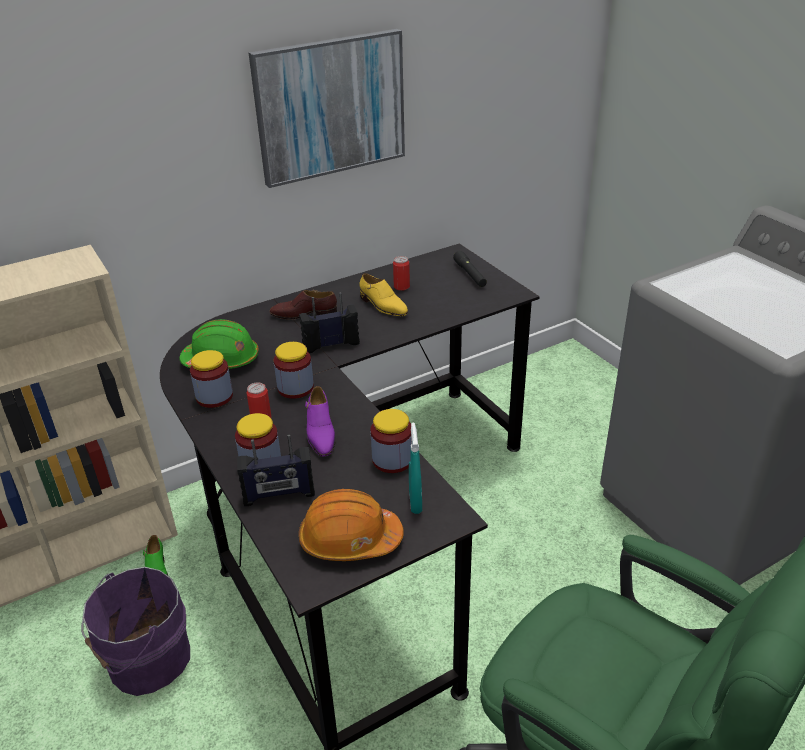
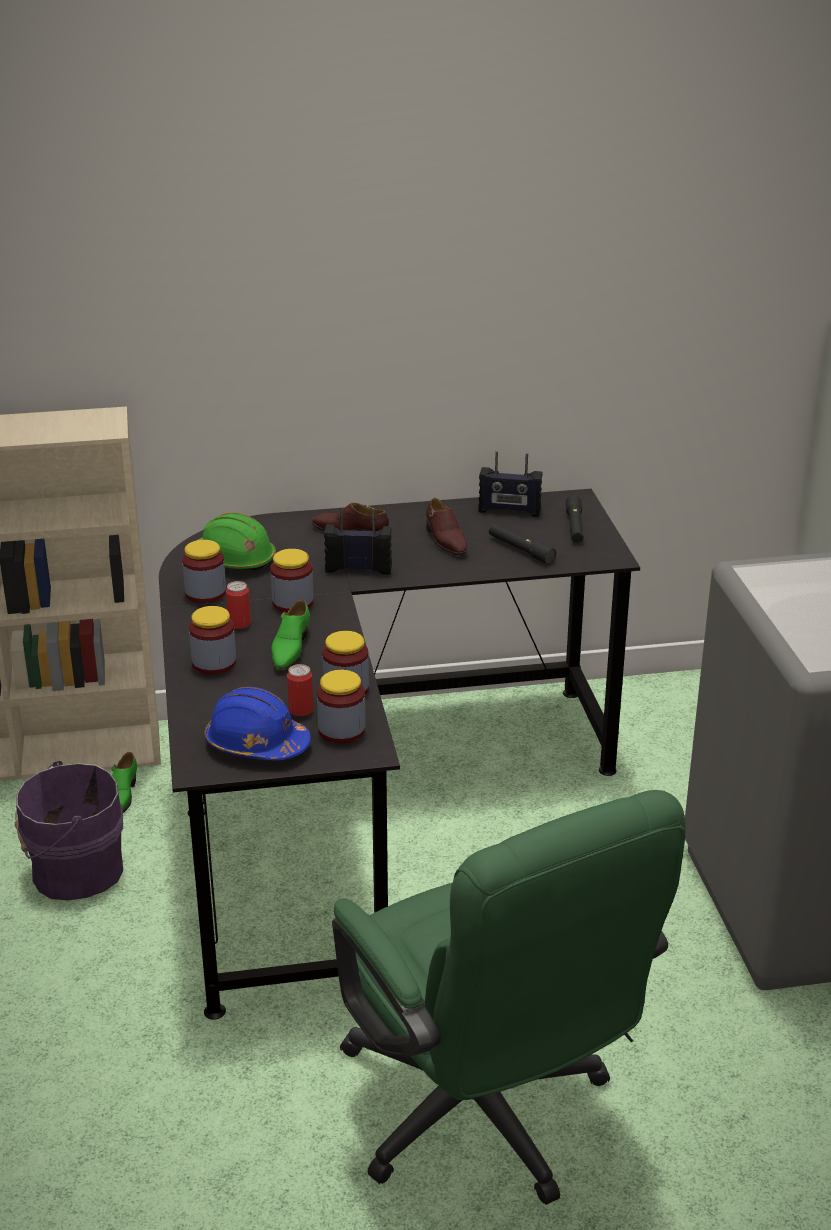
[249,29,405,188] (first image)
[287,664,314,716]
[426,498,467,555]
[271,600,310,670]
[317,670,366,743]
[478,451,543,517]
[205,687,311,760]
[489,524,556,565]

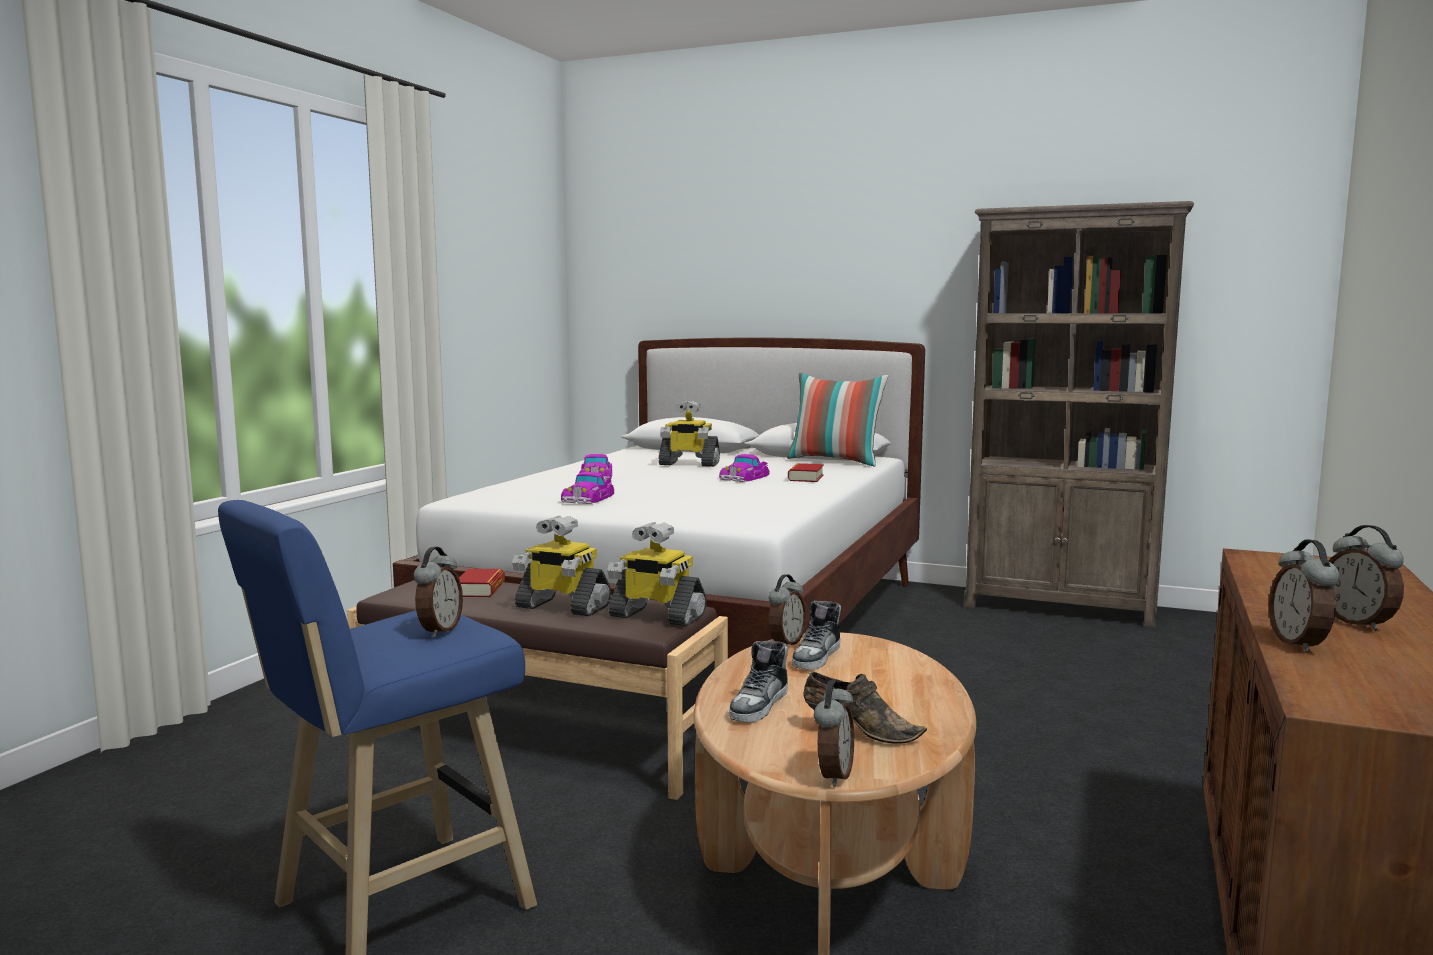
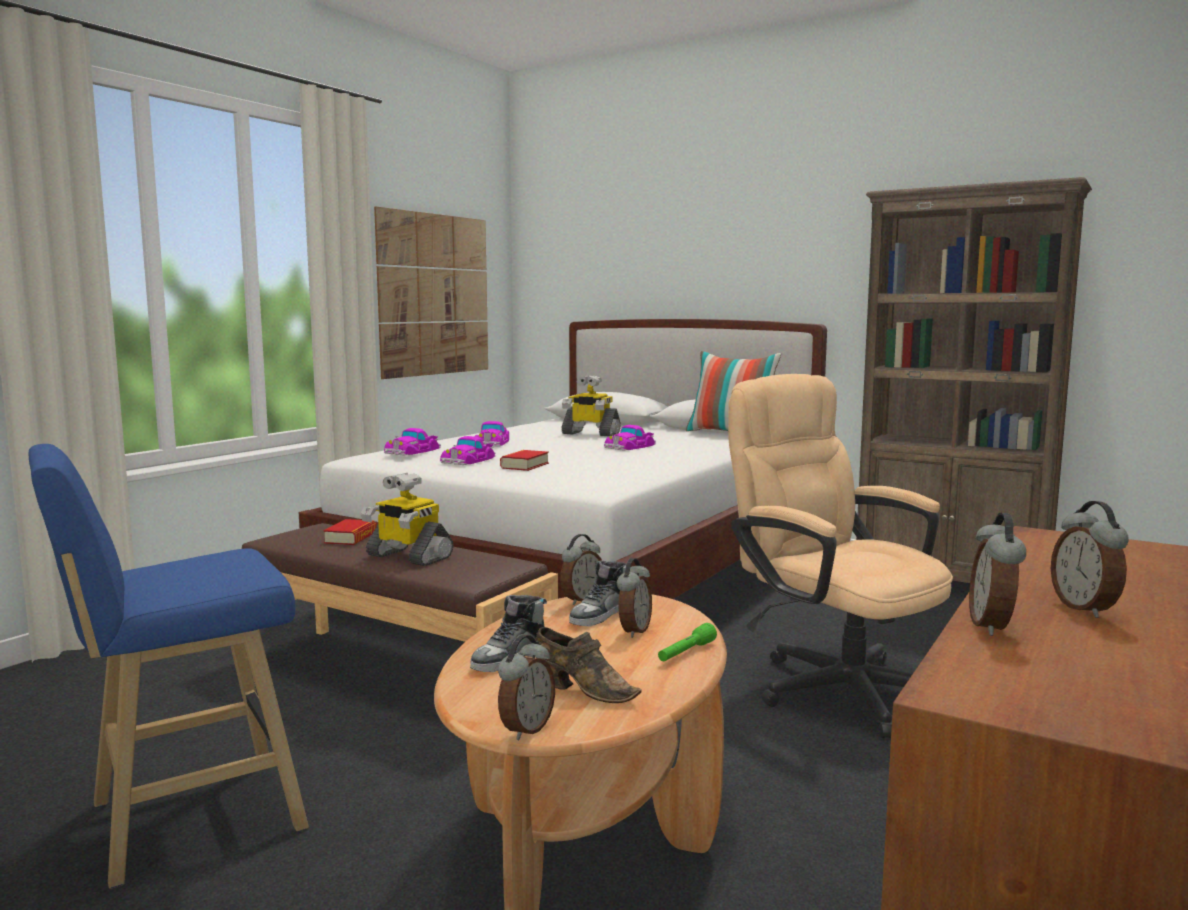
[500,450,549,471]
[607,522,707,626] (first image)
[617,558,652,638]
[374,207,488,379]
[728,374,953,738]
[384,428,441,456]
[658,623,717,661]

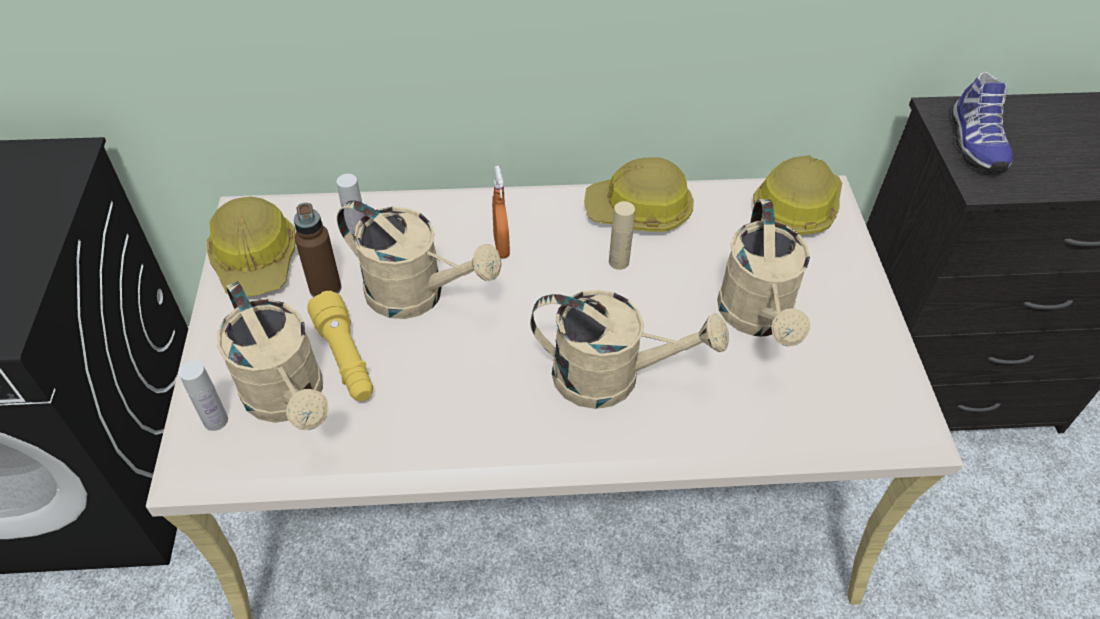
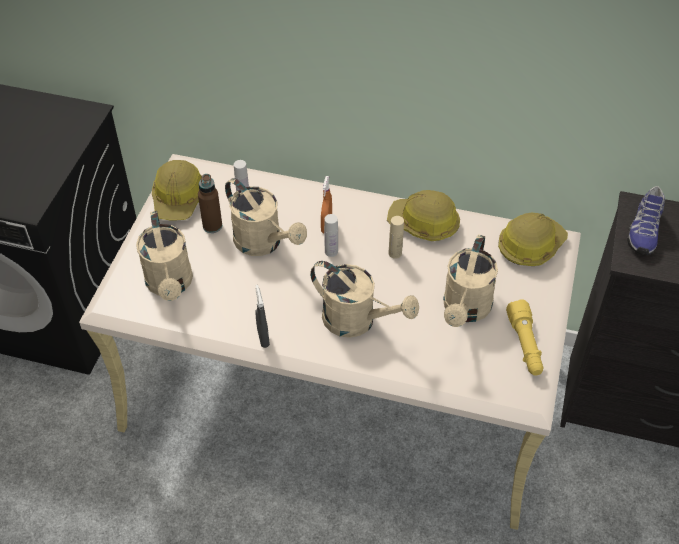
[506,299,543,376]
[324,214,338,257]
[255,285,270,348]

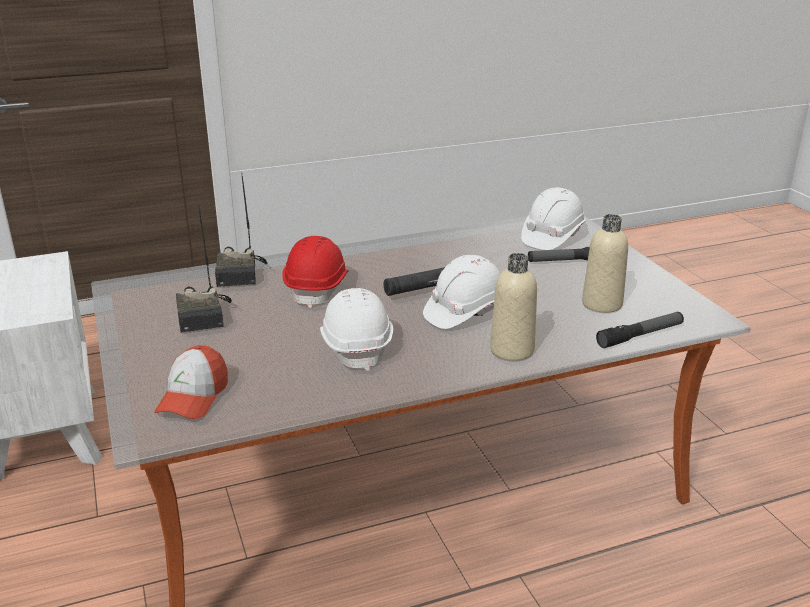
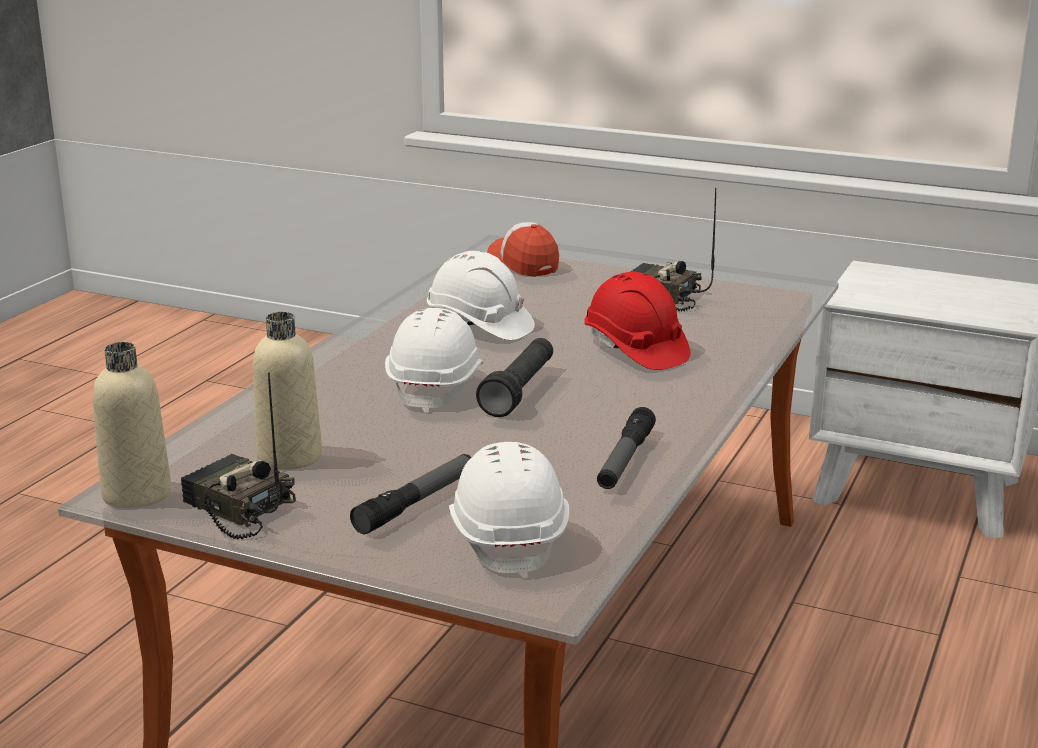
[181,372,296,539]
[93,342,171,509]
[597,407,656,489]

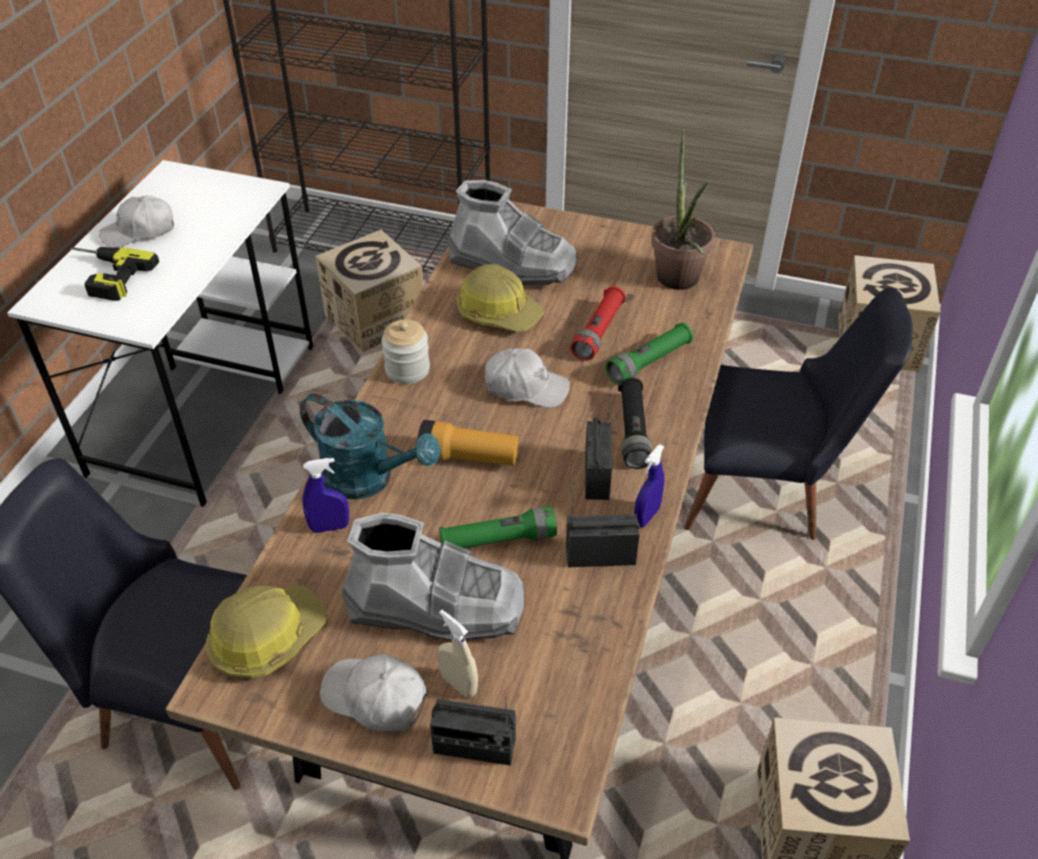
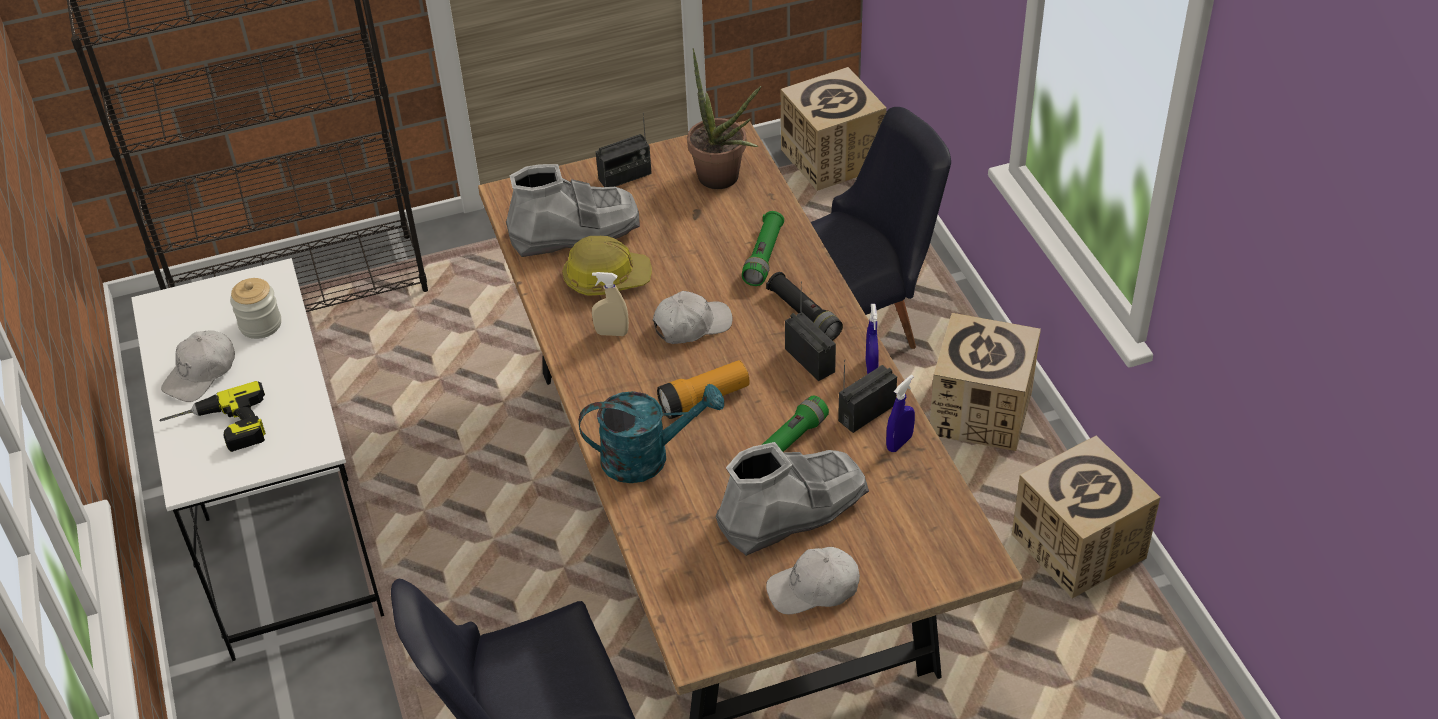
[930,313,1041,451]
[571,286,626,361] (first image)
[230,278,281,339]
[886,375,915,452]
[206,585,328,678] (first image)
[592,272,629,336]
[596,113,652,187]

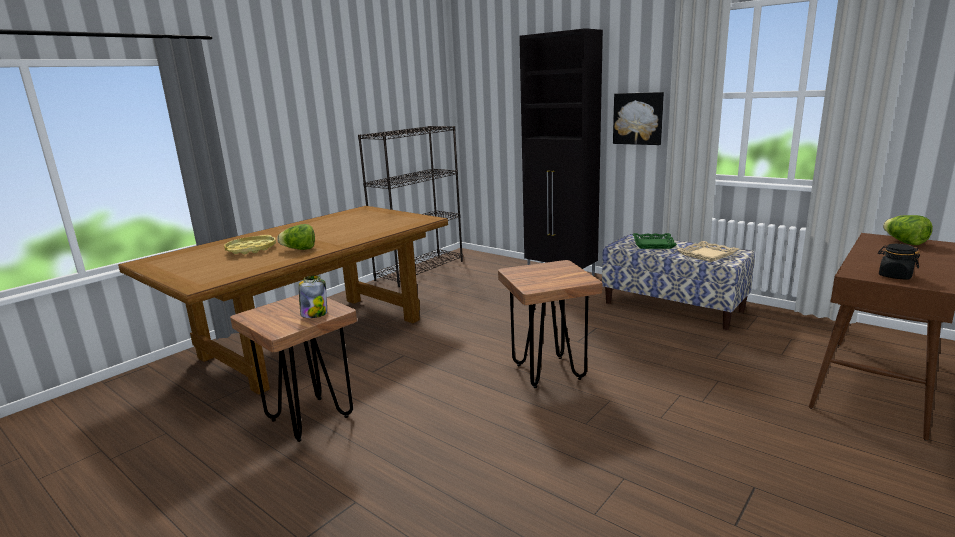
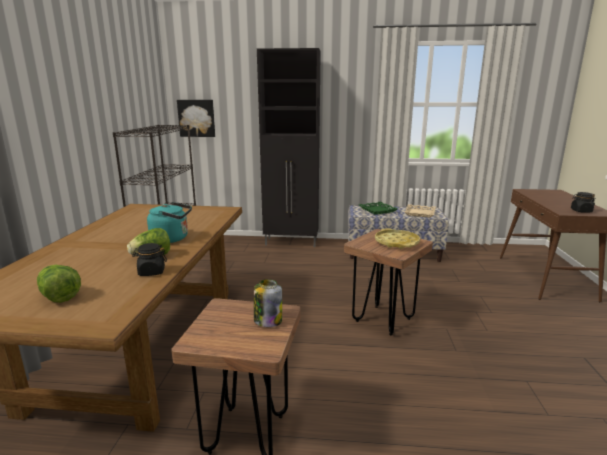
[177,100,215,137]
[37,265,81,303]
[375,228,420,249]
[147,202,192,243]
[132,243,167,276]

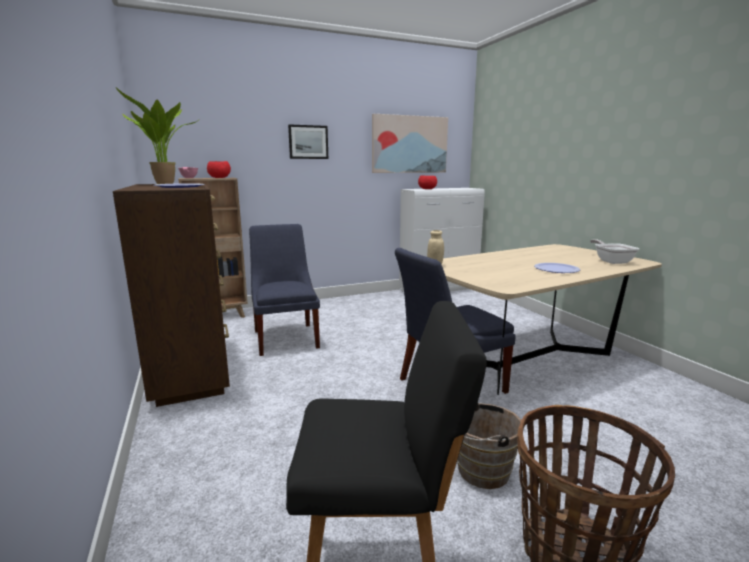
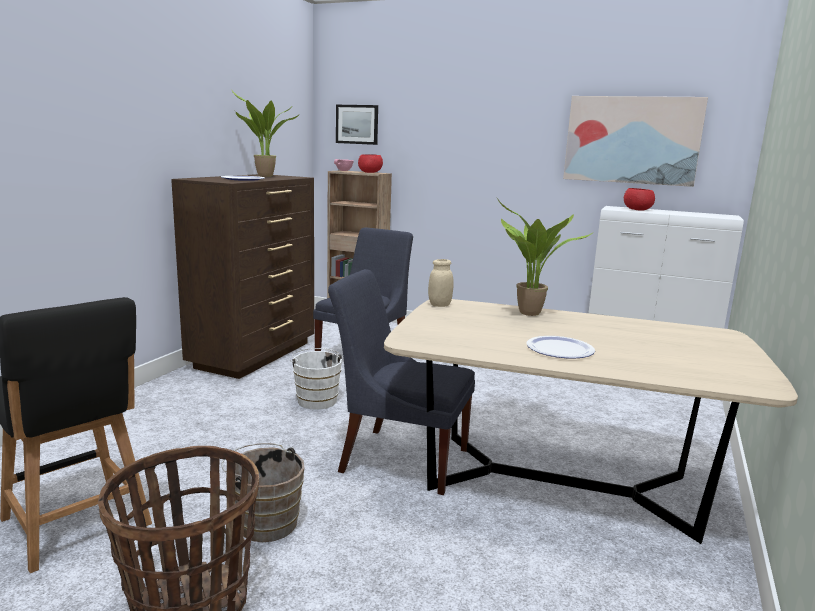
[336,105,378,145]
[590,239,639,264] (first image)
[497,198,592,316]
[290,348,343,410]

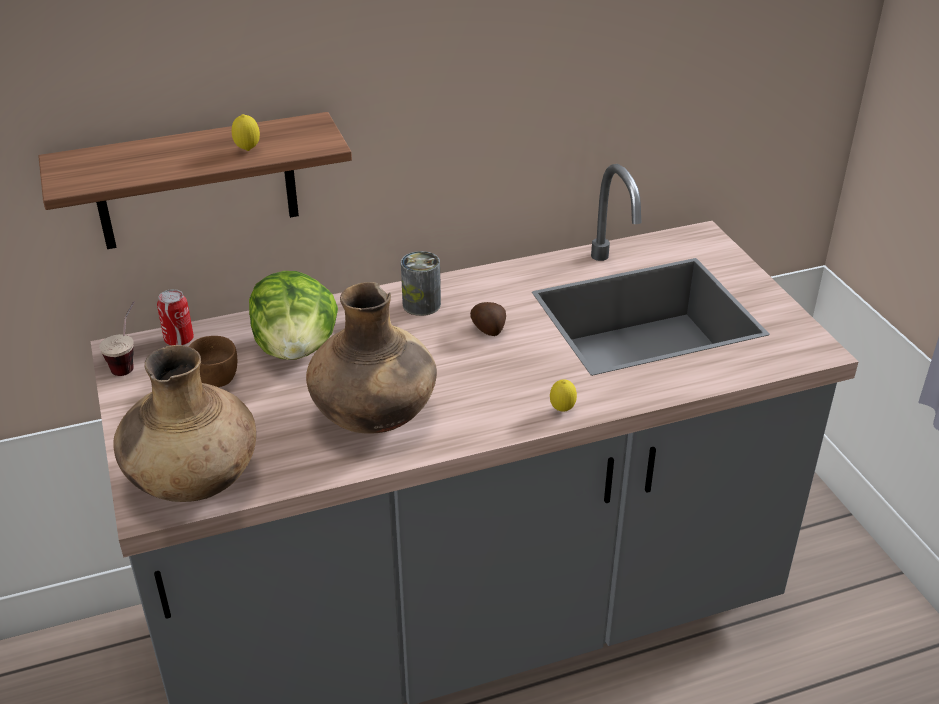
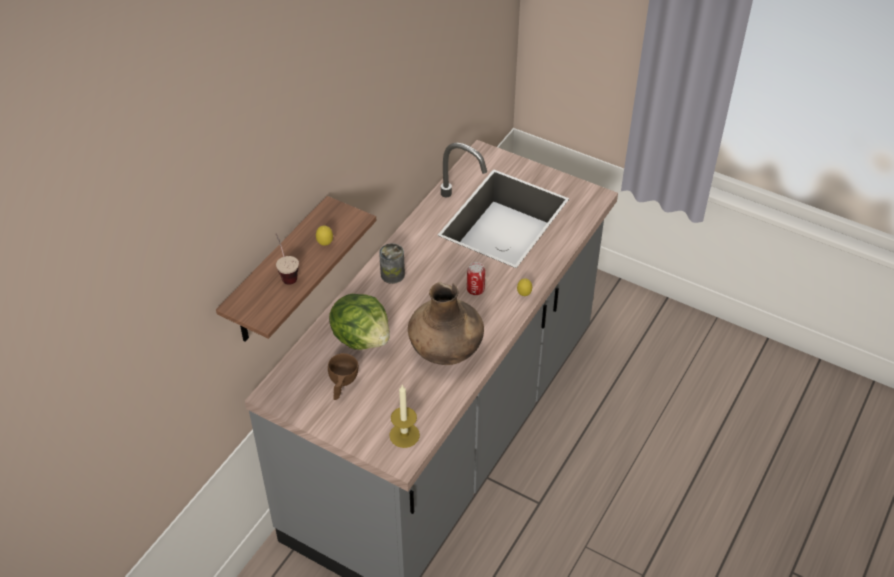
[467,262,485,295]
[276,233,299,285]
[470,302,506,336] (first image)
[389,385,420,448]

